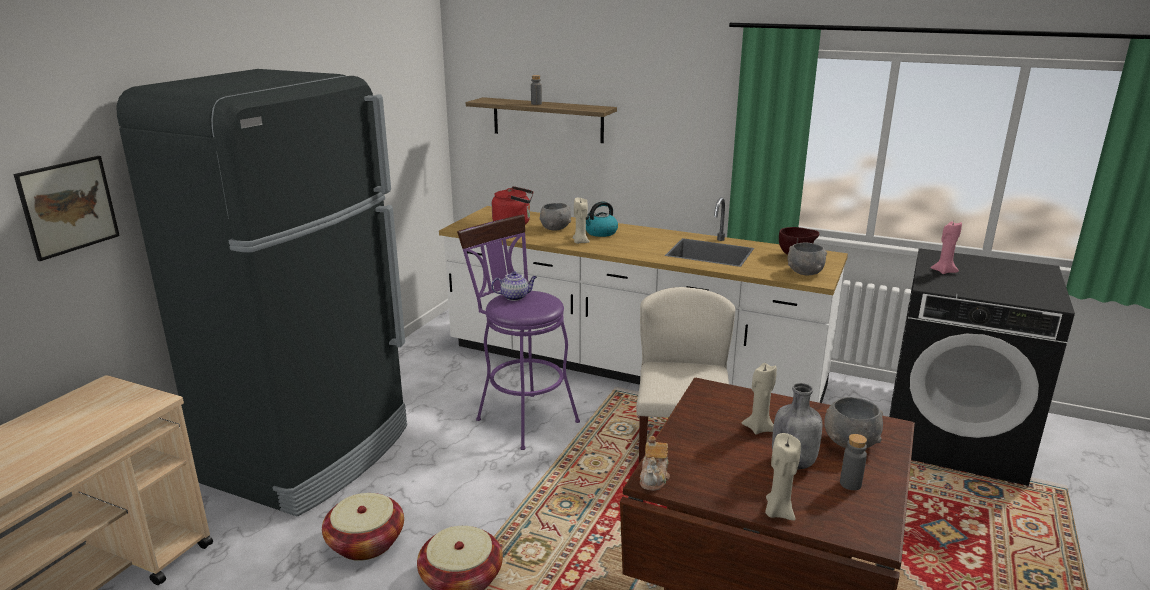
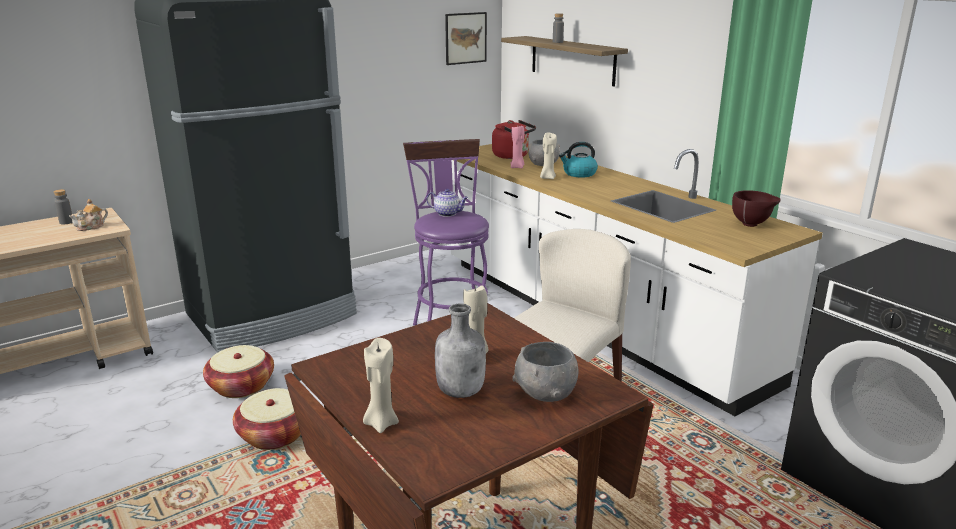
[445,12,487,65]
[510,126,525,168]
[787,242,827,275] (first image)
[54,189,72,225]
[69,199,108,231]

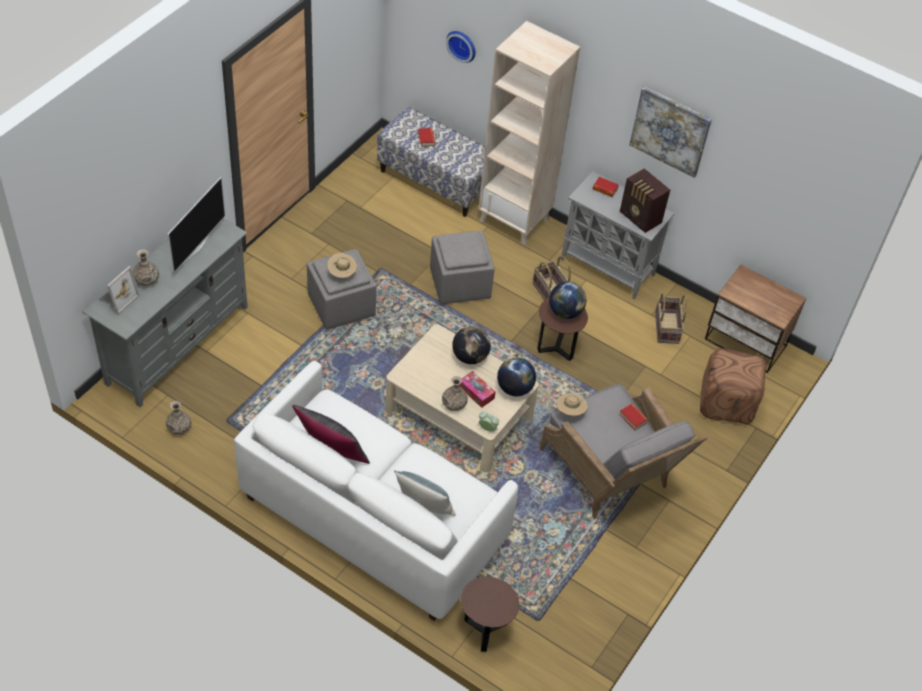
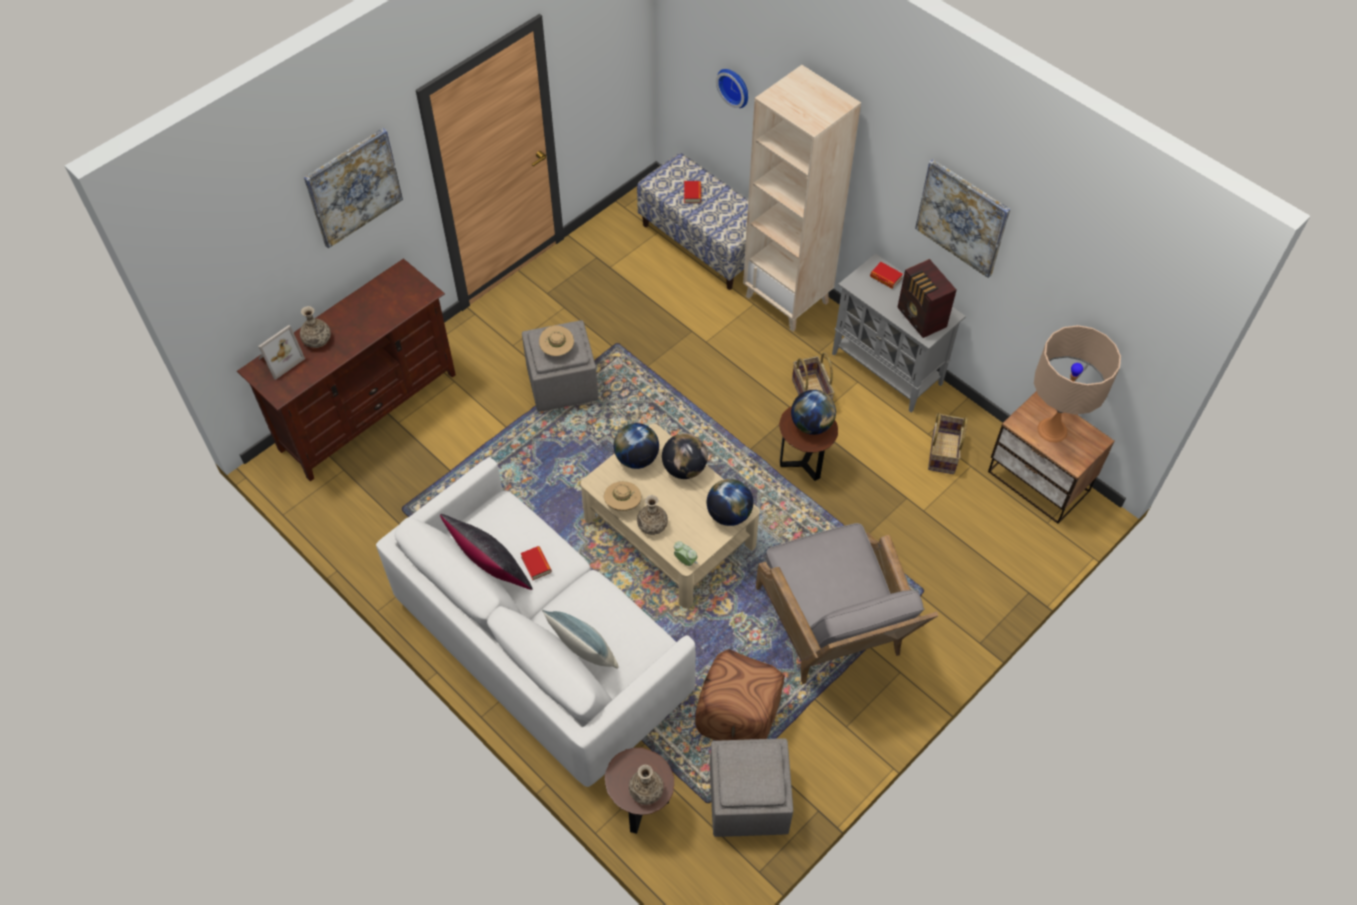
[167,177,225,273] (first image)
[237,258,456,481]
[710,738,793,837]
[695,649,785,741]
[459,371,496,408] (first image)
[604,481,641,511]
[629,765,664,805]
[521,546,552,580]
[304,128,403,249]
[1034,325,1121,443]
[614,423,659,469]

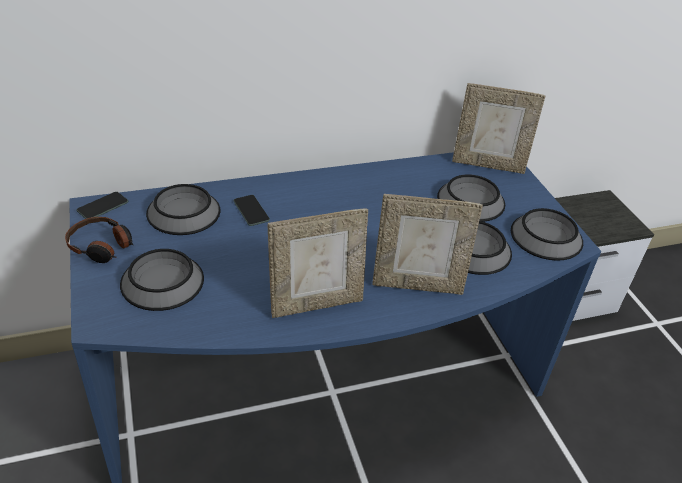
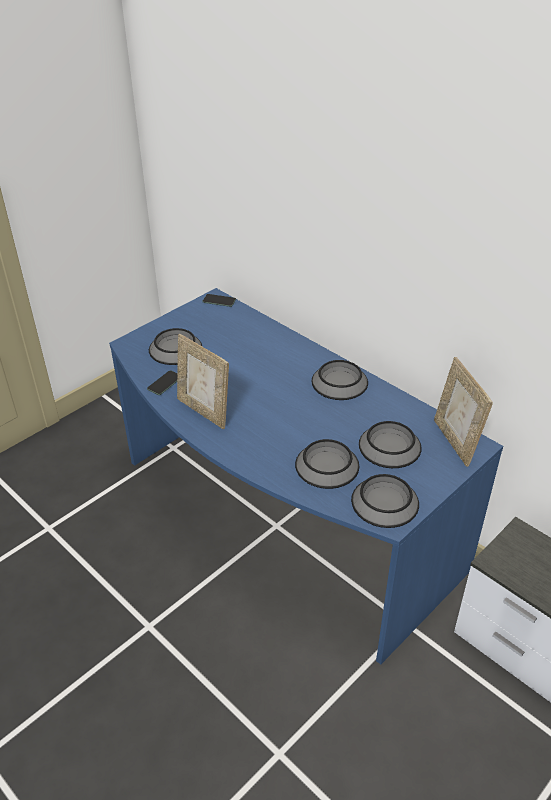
[311,360,368,400]
[372,194,483,295] (first image)
[147,371,178,395]
[65,217,133,263] (first image)

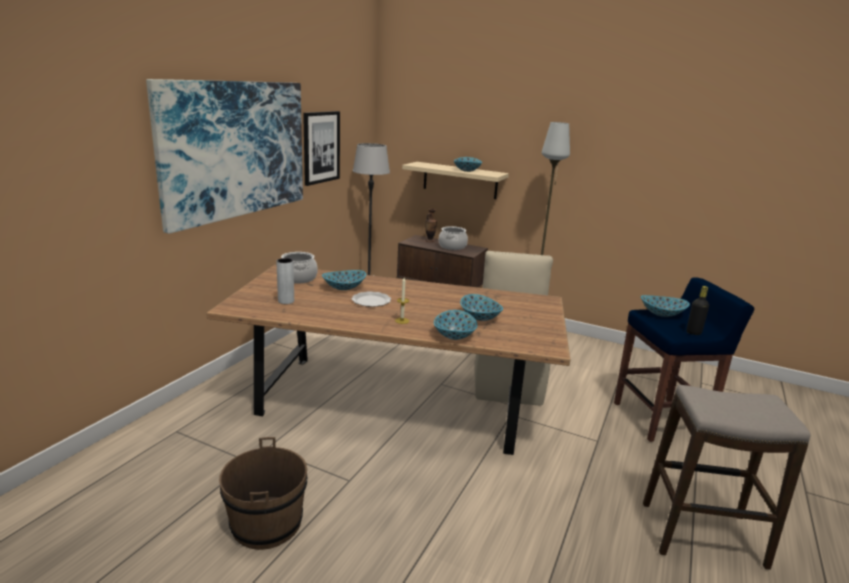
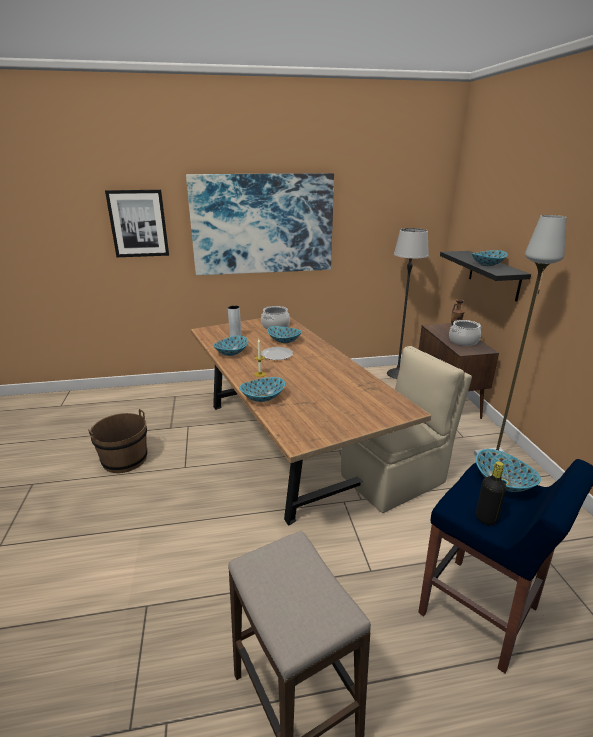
[105,190,169,257]
[440,251,531,302]
[213,335,248,356]

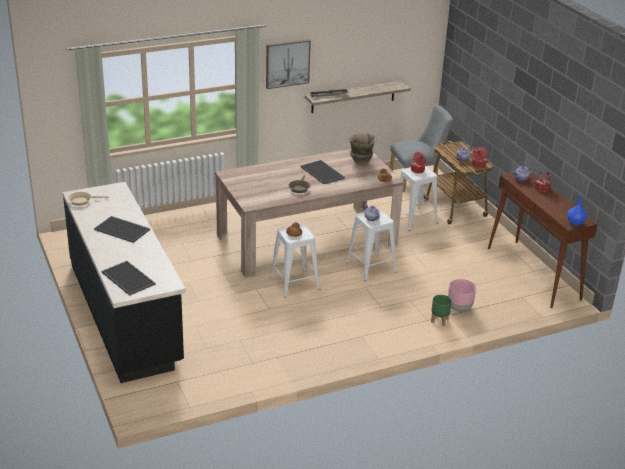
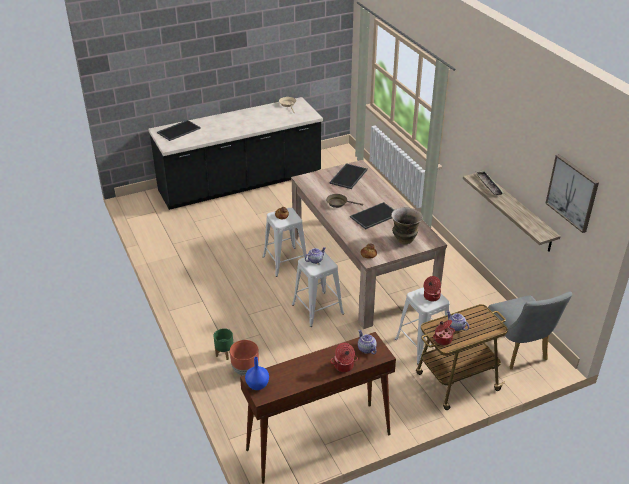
[545,155,599,233]
[329,163,368,189]
[230,340,259,375]

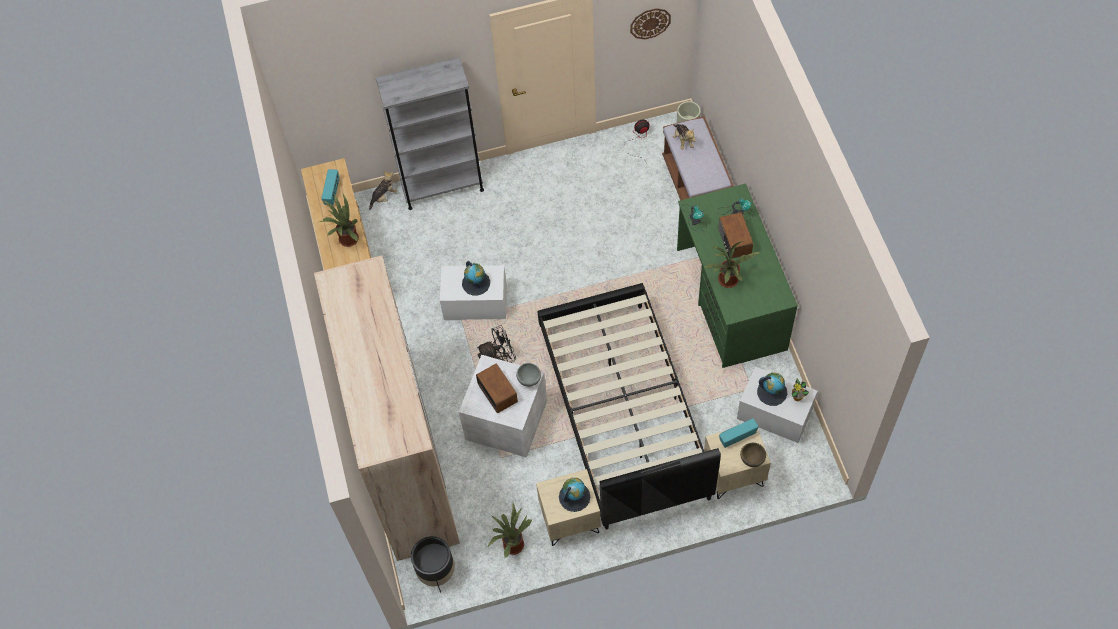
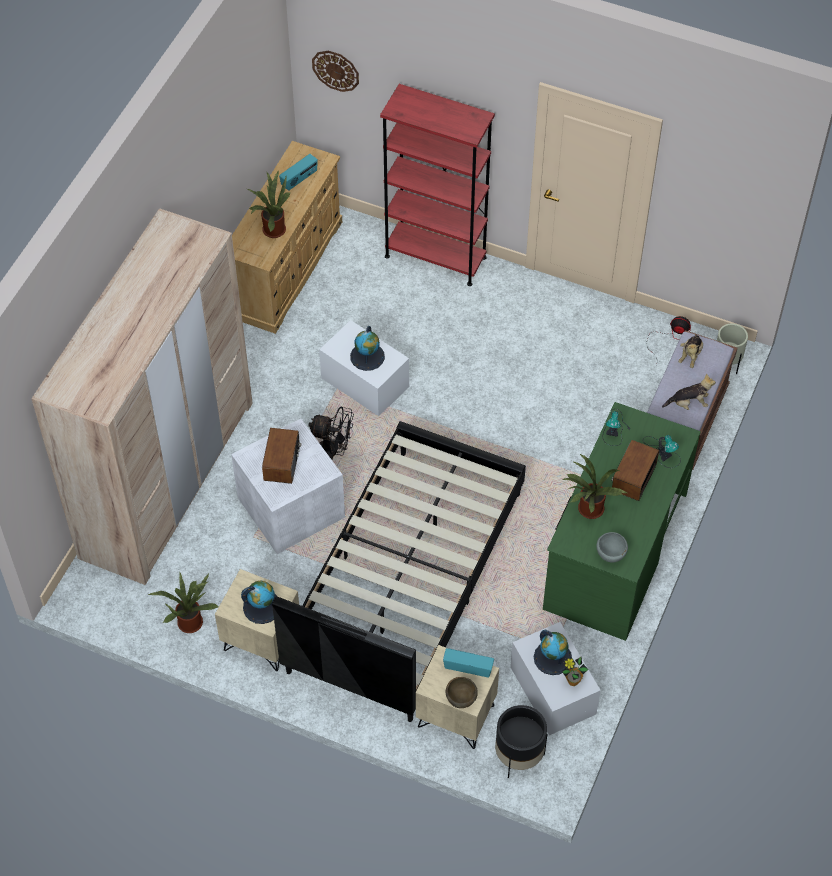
[312,51,359,92]
[380,84,495,286]
[662,373,716,410]
[596,532,628,563]
[495,705,547,778]

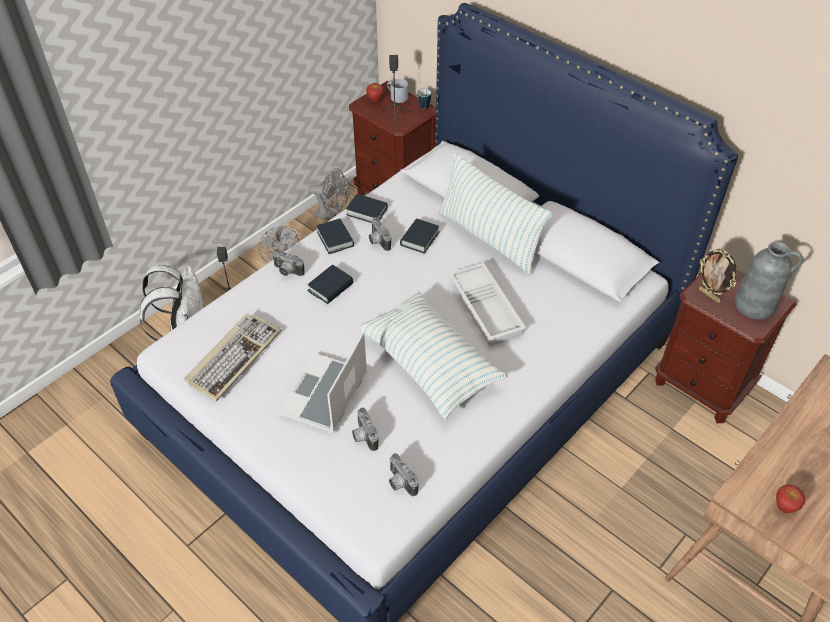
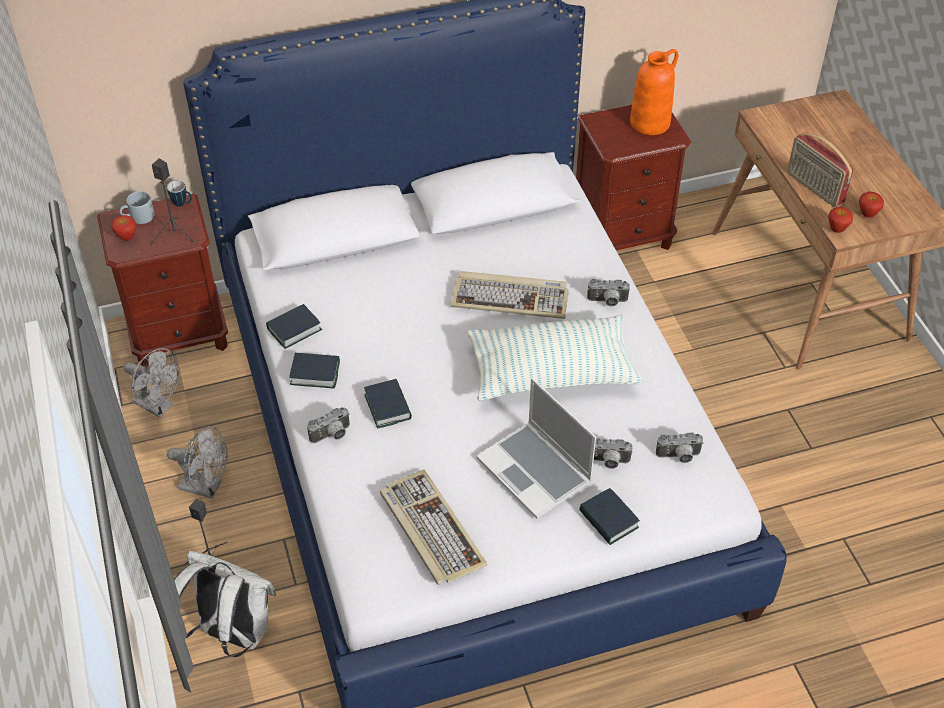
[438,153,552,275] (first image)
[124,348,179,418]
[587,279,630,306]
[579,488,640,545]
[630,49,678,135]
[699,249,737,303] (first image)
[451,271,569,319]
[787,133,854,207]
[828,207,853,233]

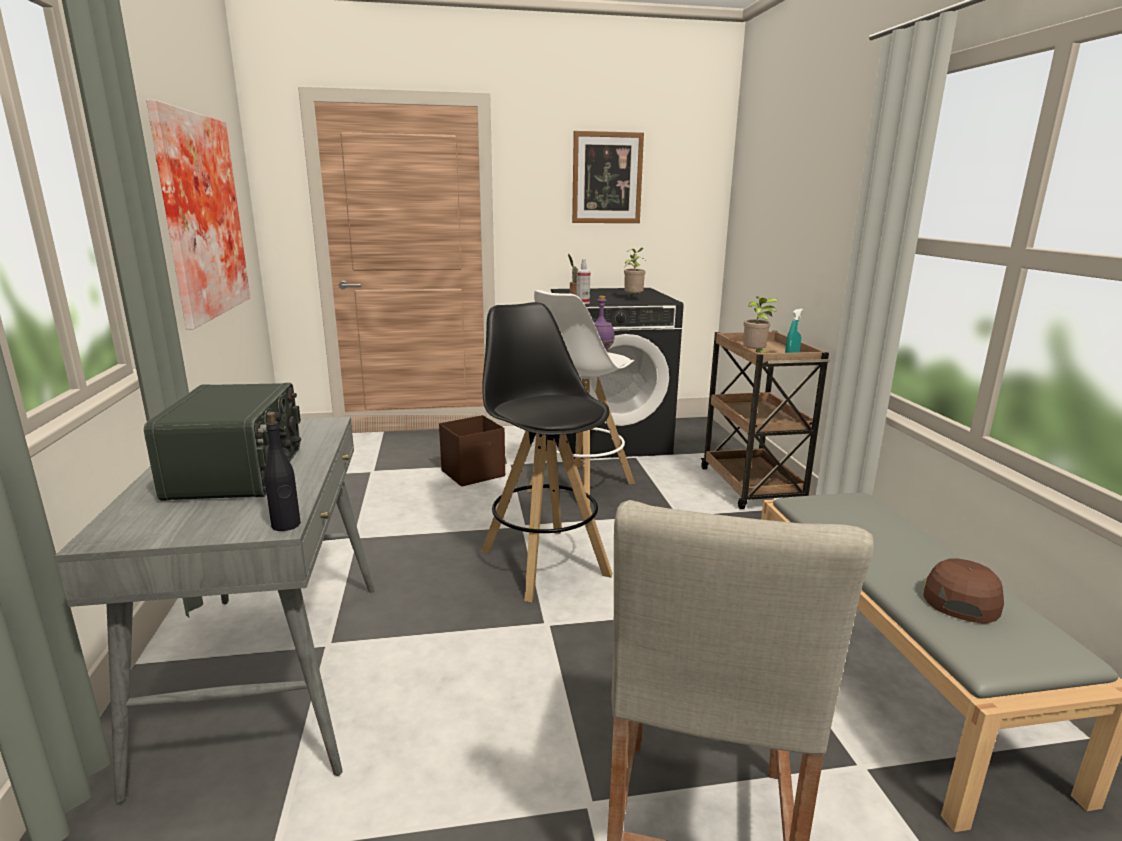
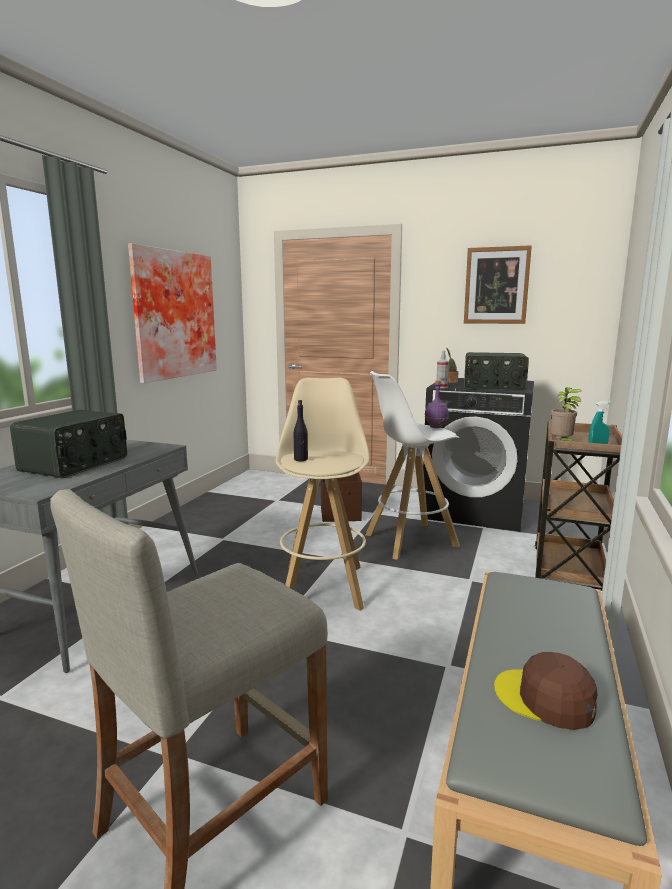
[464,352,529,391]
[275,378,369,611]
[294,400,308,461]
[494,652,598,730]

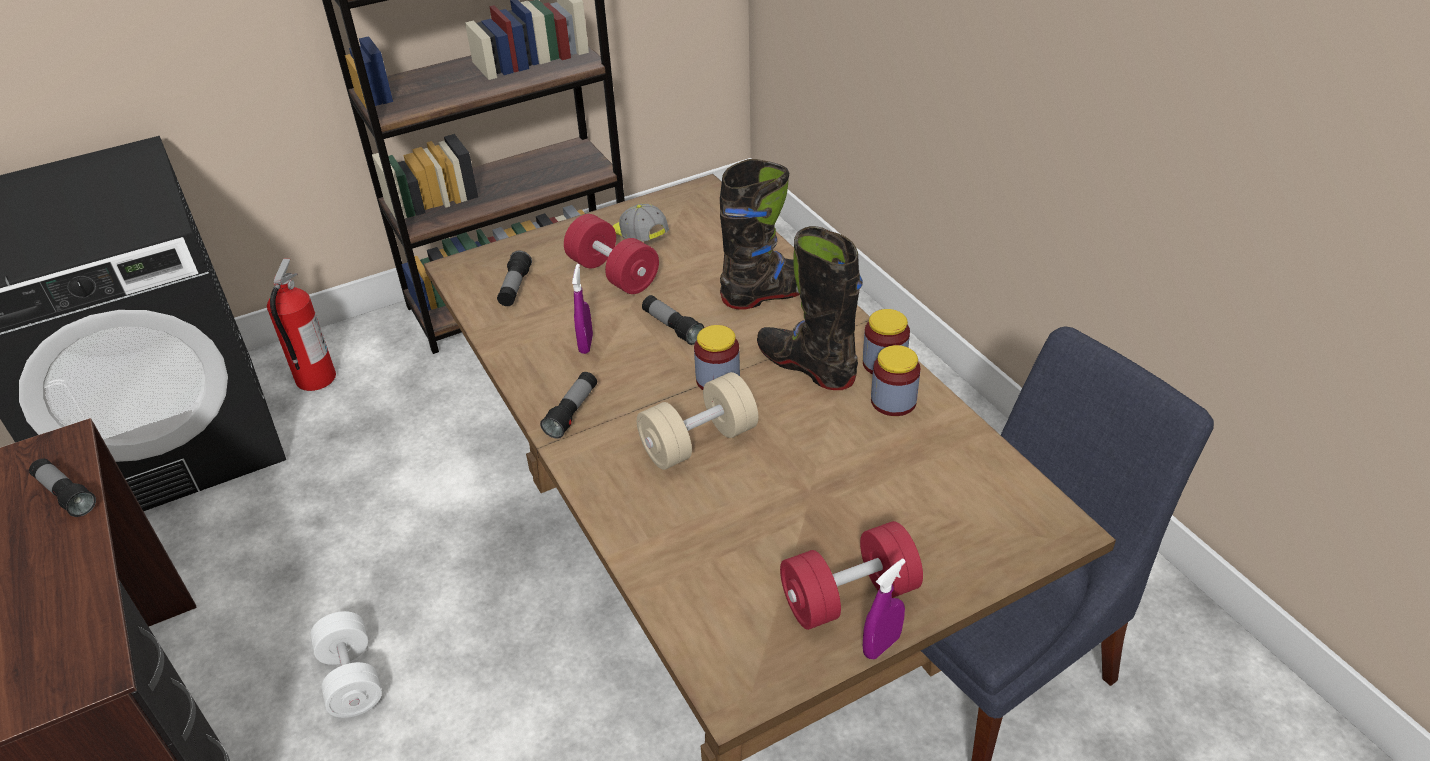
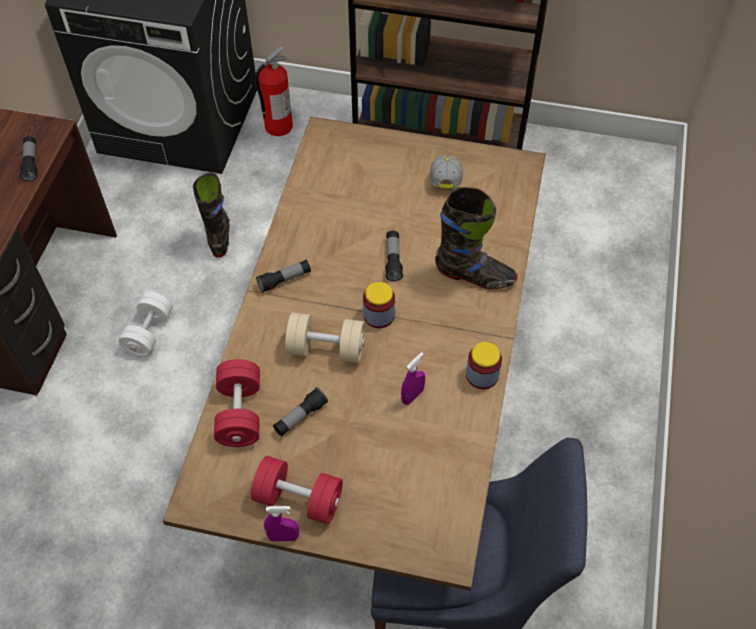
[214,359,260,447]
[193,173,229,257]
[273,387,328,436]
[401,352,425,405]
[871,345,921,416] (first image)

